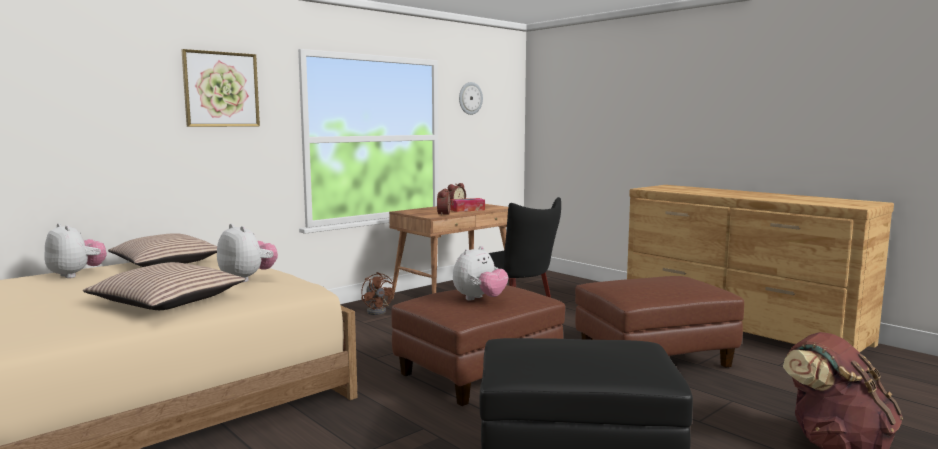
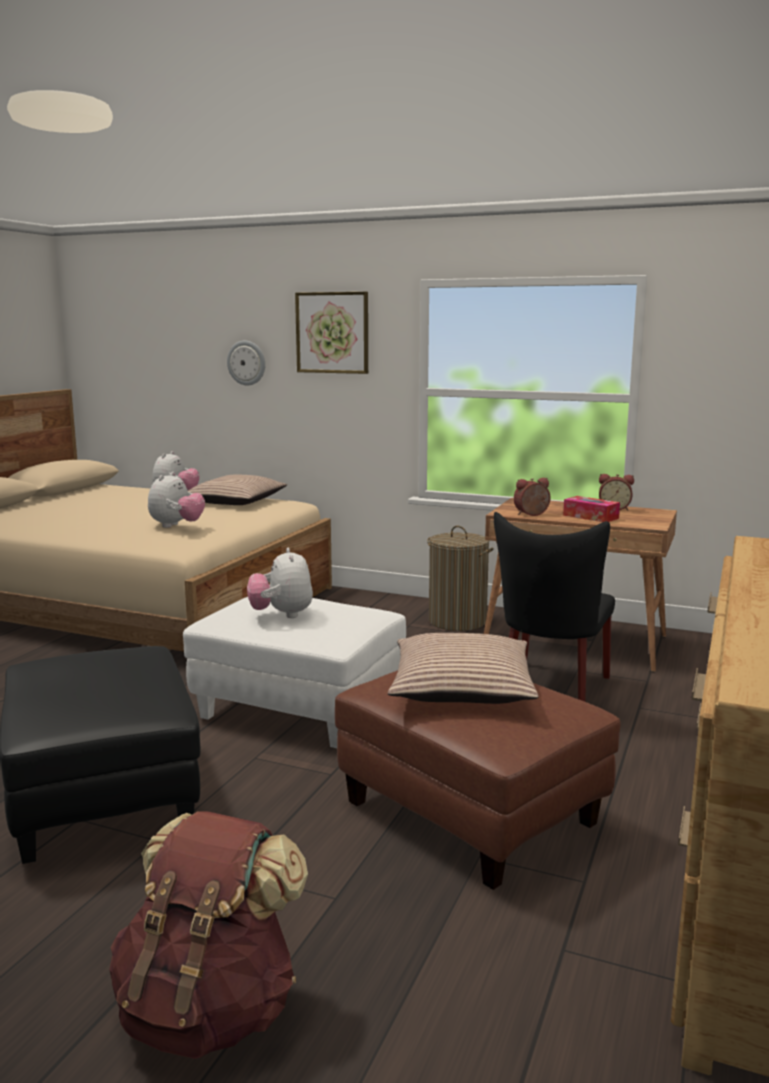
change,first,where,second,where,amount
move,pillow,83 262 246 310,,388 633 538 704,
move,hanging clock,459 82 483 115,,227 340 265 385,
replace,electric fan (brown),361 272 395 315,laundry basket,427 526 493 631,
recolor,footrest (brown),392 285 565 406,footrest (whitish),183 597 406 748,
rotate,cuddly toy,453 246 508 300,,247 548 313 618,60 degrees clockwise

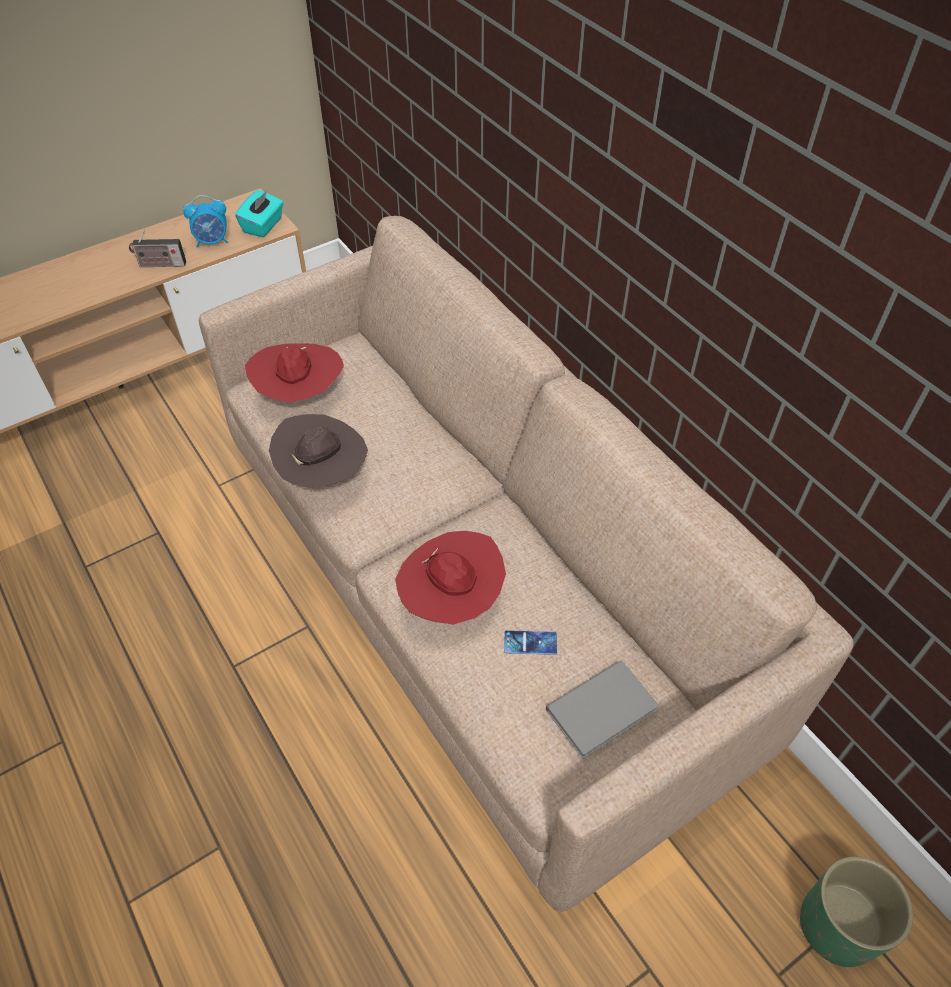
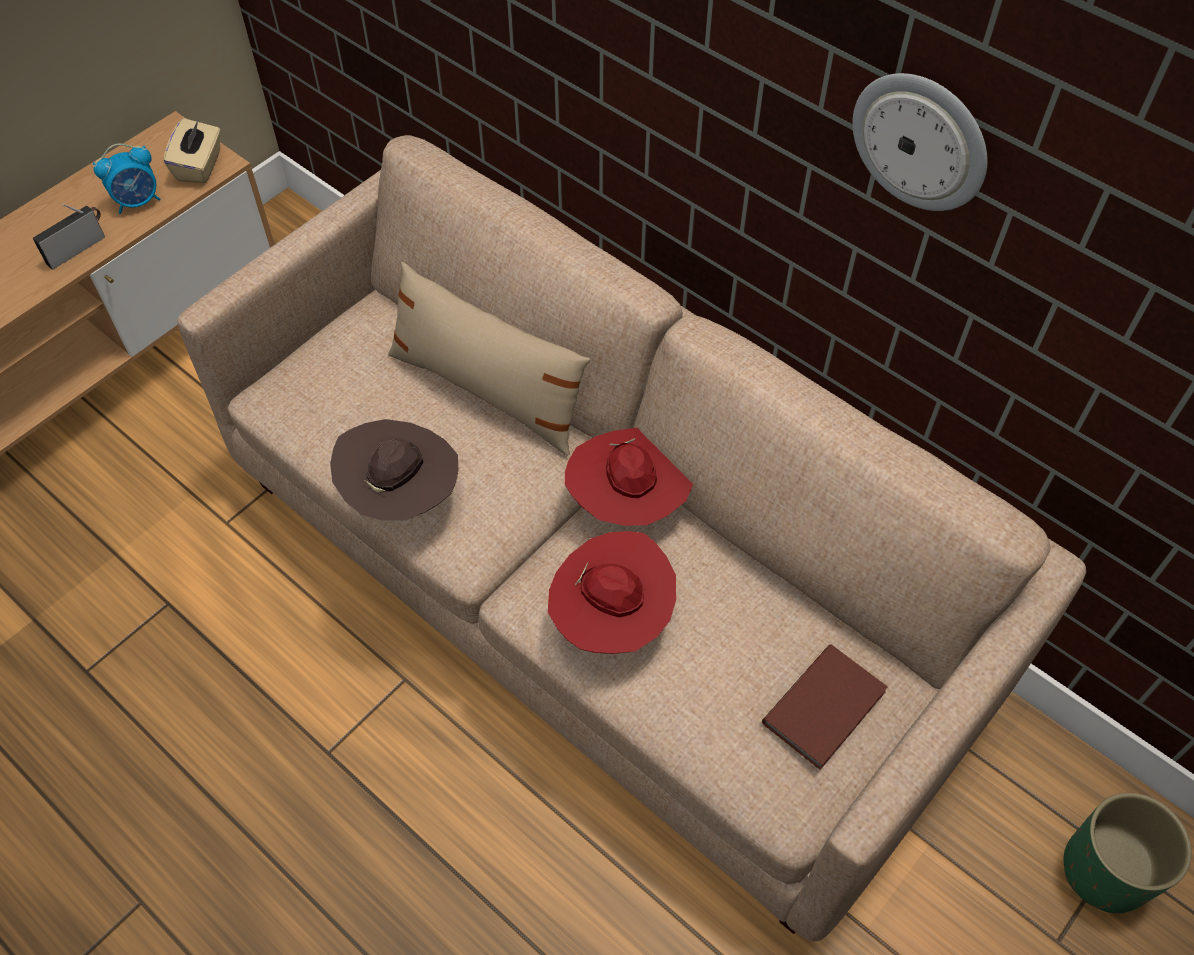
change,first,where,second,where,amount
delete,phone,504 630 557 655,,,
insert,,,pillow (sand-coloured),388 262 590 456,
insert,,,hanging clock,852 73 988 211,
move,clothing hat (reddish),245 343 344 402,,565 428 694 526,
recolor,box of tissues (turquoise),235 190 283 237,box of tissues (sand-coloured),164 118 221 183,
recolor,volume (gray),546 660 659 759,volume (brown),762 644 888 770,
rotate,radio,129 229 186 267,,33 204 105 270,150 degrees clockwise

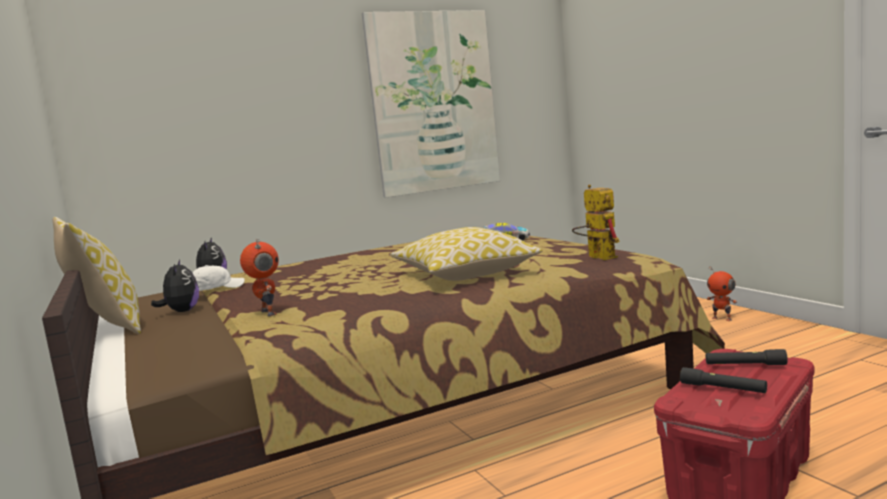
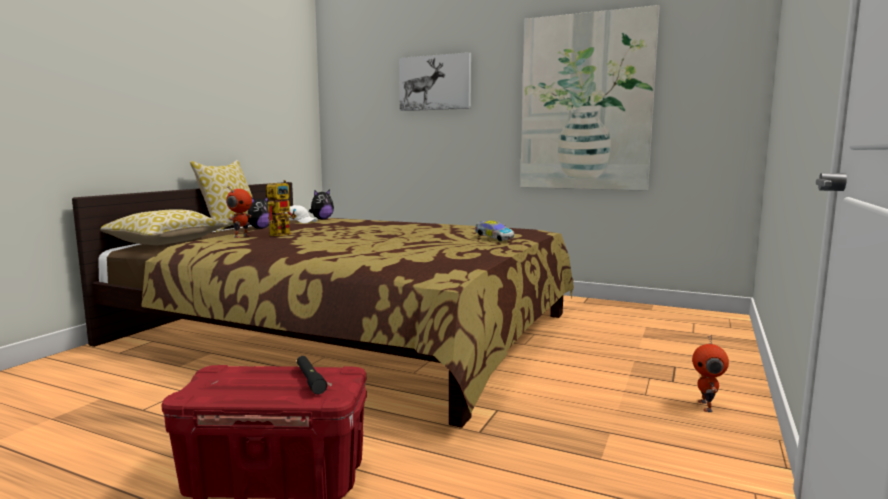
change,first,where,second,where,amount
delete,hand torch (black-coloured),680 367 767 393,,,
insert,,,wall picture,399 52 471 111,
move,pillow,390 227 543 281,,100 209 228 245,
move,model robot,572 185 620 260,,266 180 297 236,

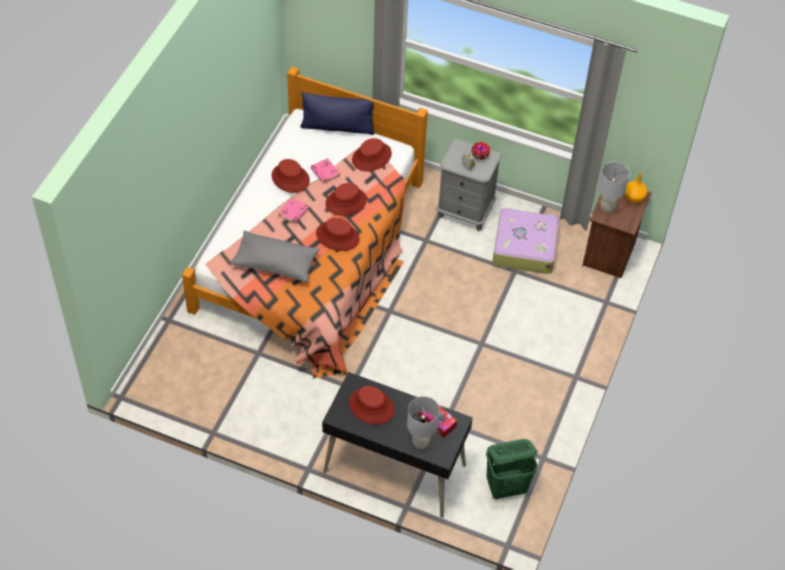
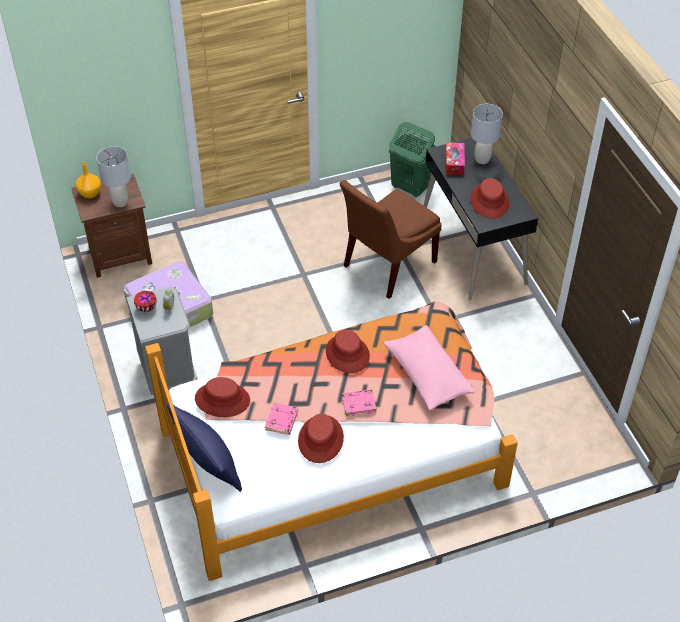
change,first,where,second,where,amount
delete,clothing hat (reddish),325 183 367 216,,,
insert,,,upright chair (brown),340 180 442 299,
recolor,pillow (gray),230 231 320 282,pillow (pink-coloured),383 325 475 410,

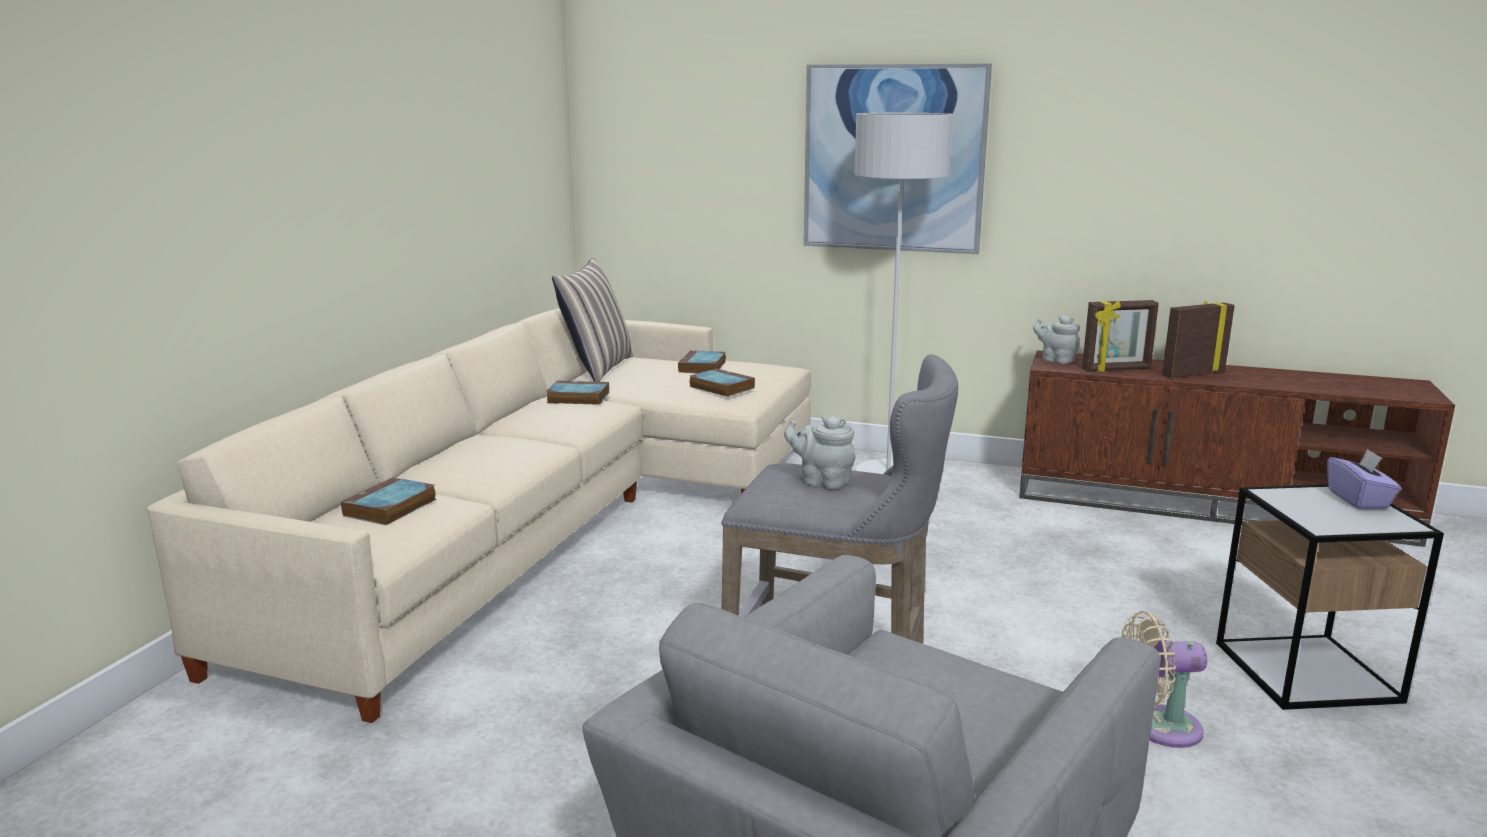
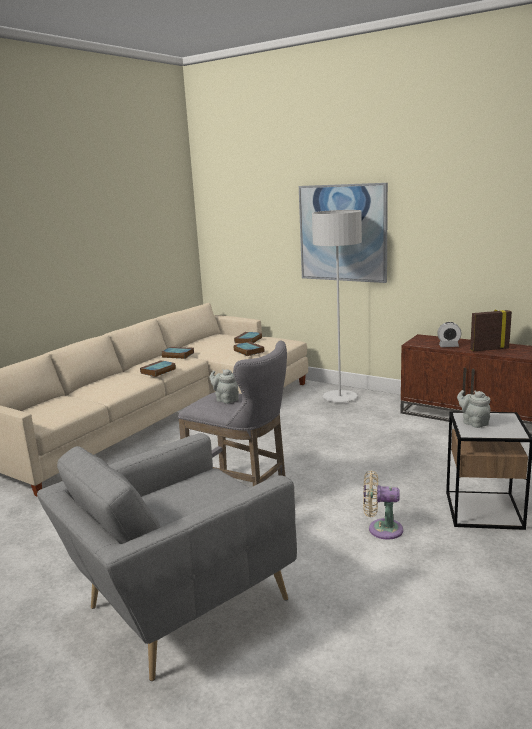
change,first,where,second,where,amount
delete,pillow,552 258 633 382,,,
delete,box of tissues (purplish),1327 449 1401 509,,,
move,volume,341 477 436 525,,140 360 176 377,
move,pot for tea (gray),1033 316 1080 364,,457 390 491 428,
replace,standing frame,1082 300 1159 372,bedside clock,437 322 462 347,

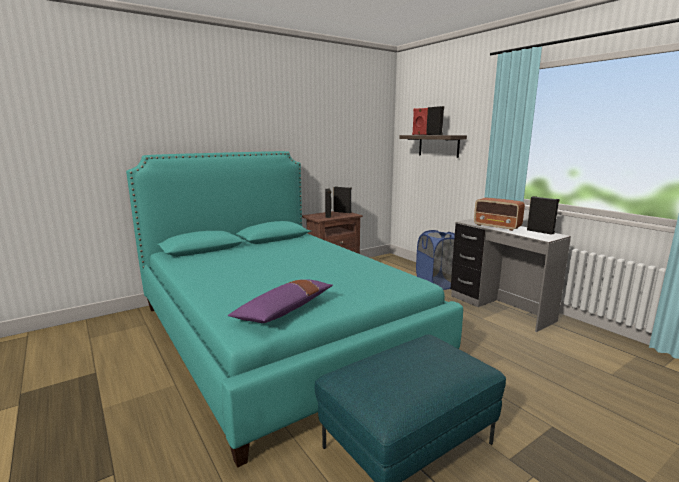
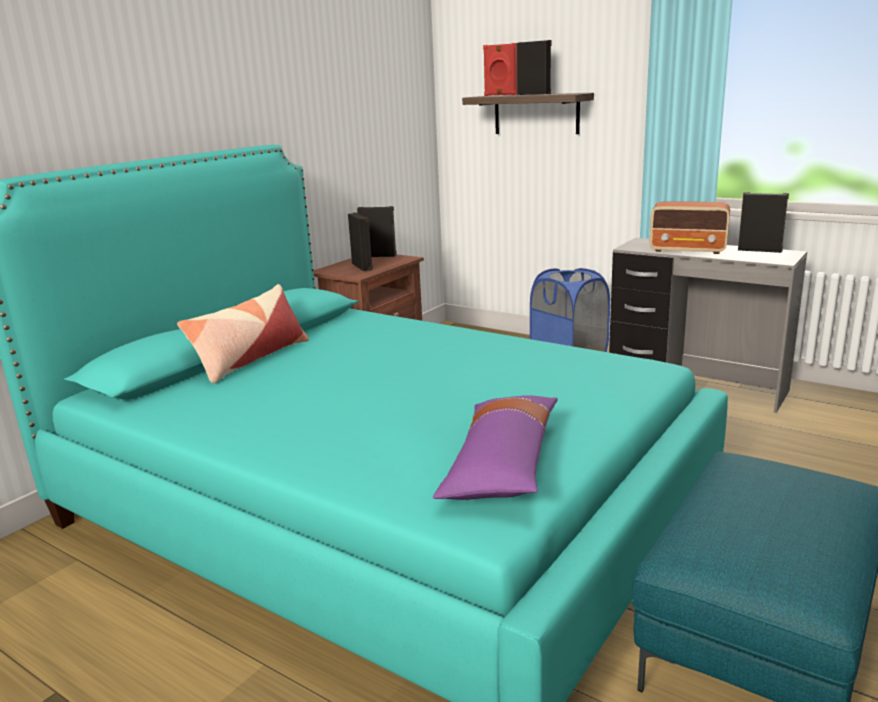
change,first,where,second,where,amount
insert,,,pillow,177 284 309 383,

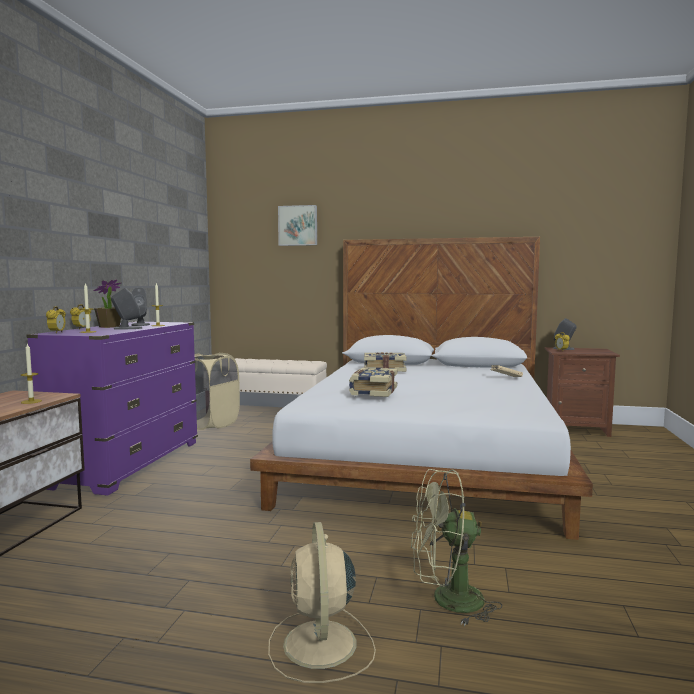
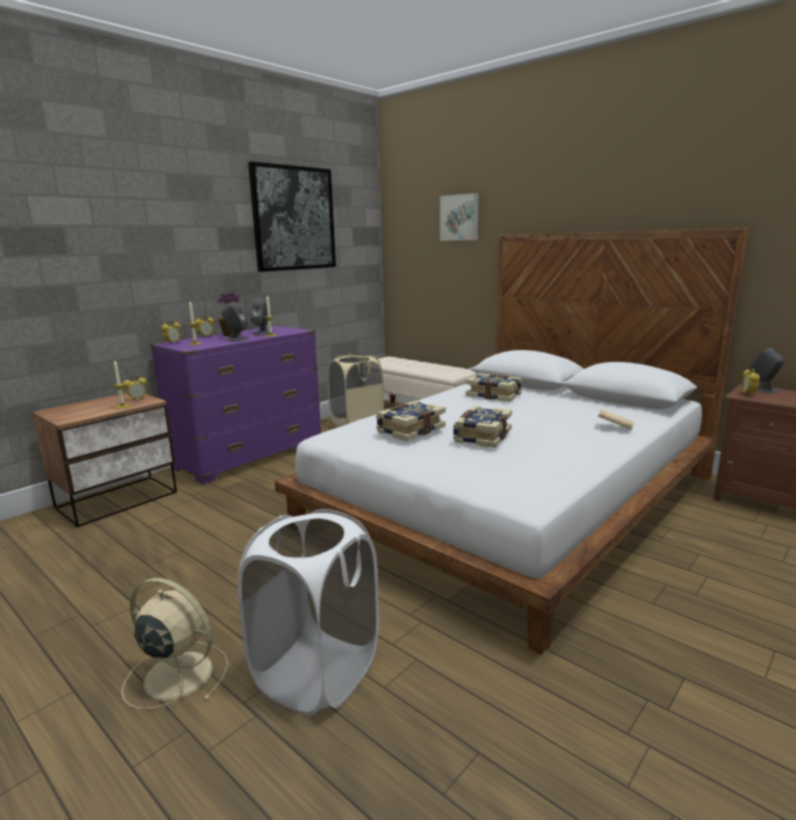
change,first,where,second,where,amount
insert,,,bedside clock,123 376 147 401,
insert,,,wall picture,248 161 336 272,
insert,,,volume,453 406 512 448,
replace,electric fan (green),411 469 503 626,laundry basket (whitish),238 509 379 715,
rotate,electric fan (sand-coloured),268 522 376 683,,122 578 228 709,90 degrees clockwise

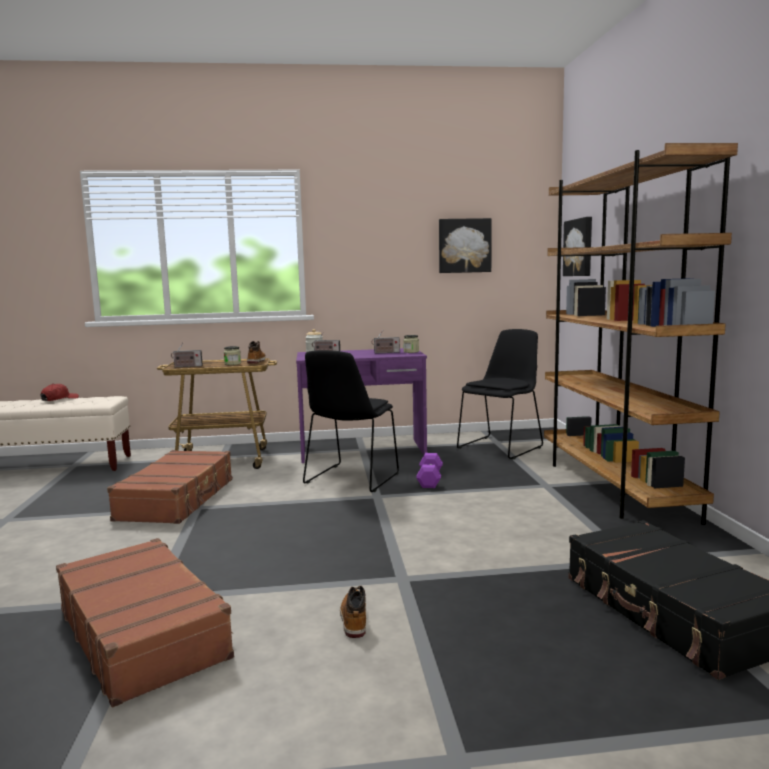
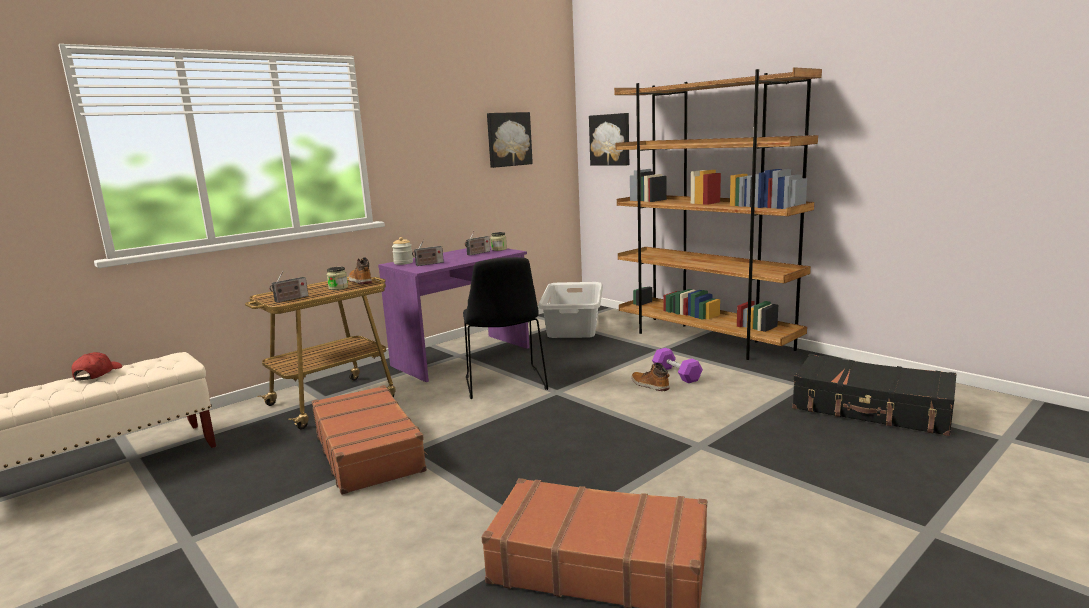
change,first,where,second,where,amount
move,high-top boot,340 586 366 638,,632 363 670 391,
move,free weight (purplish),416 453 443 488,,652 348 703 383,
replace,upright chair (black-coloured),457 329 543 459,laundry basket (gray),538 282 603 338,

